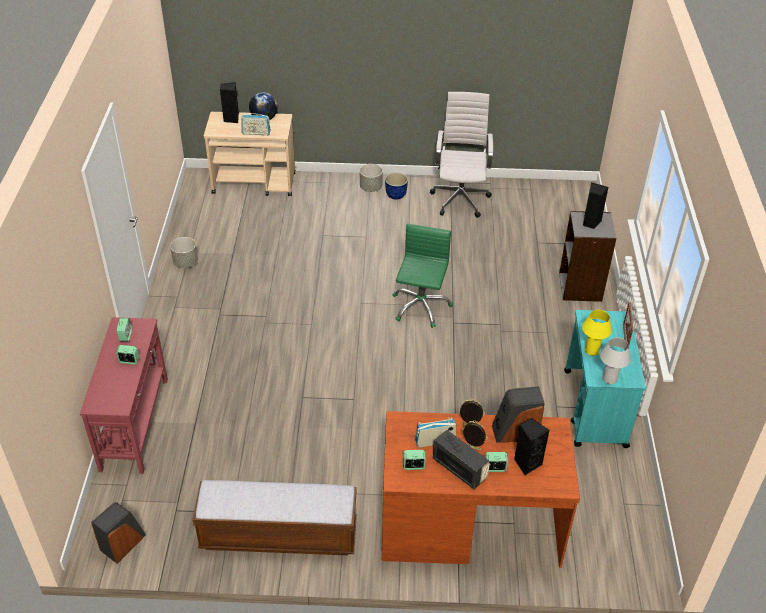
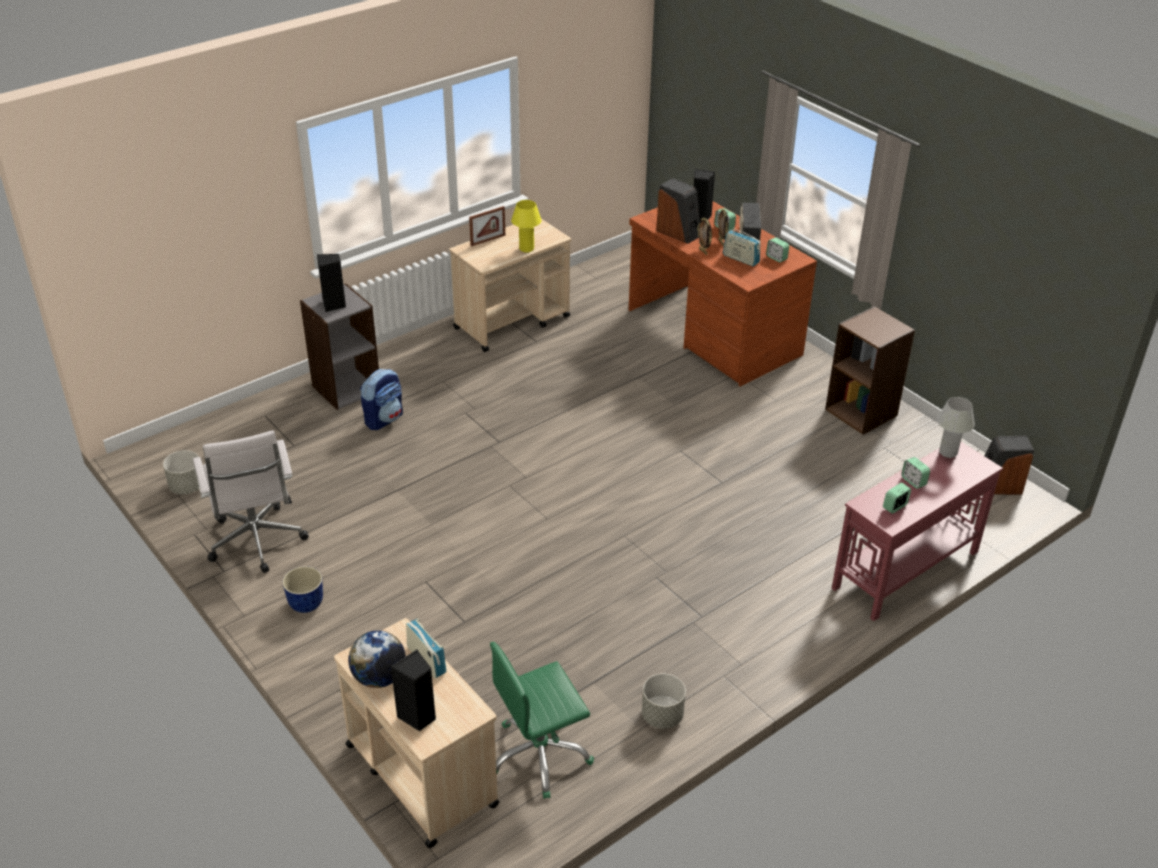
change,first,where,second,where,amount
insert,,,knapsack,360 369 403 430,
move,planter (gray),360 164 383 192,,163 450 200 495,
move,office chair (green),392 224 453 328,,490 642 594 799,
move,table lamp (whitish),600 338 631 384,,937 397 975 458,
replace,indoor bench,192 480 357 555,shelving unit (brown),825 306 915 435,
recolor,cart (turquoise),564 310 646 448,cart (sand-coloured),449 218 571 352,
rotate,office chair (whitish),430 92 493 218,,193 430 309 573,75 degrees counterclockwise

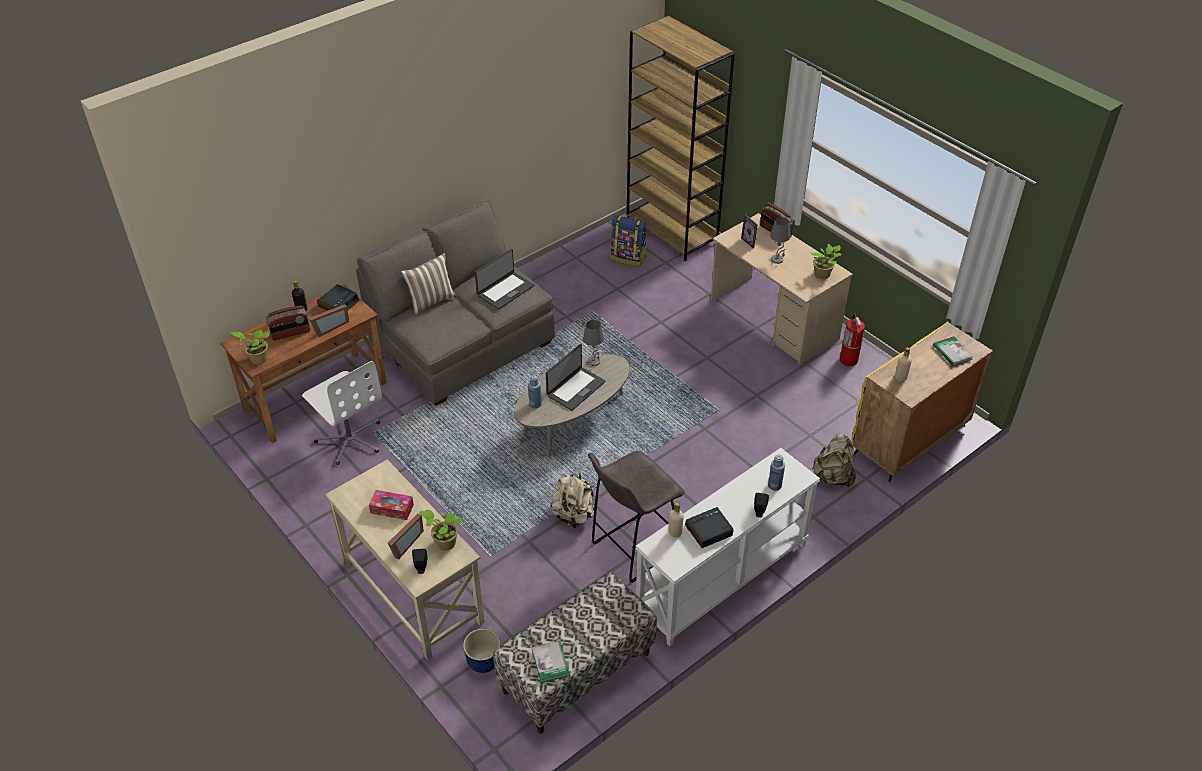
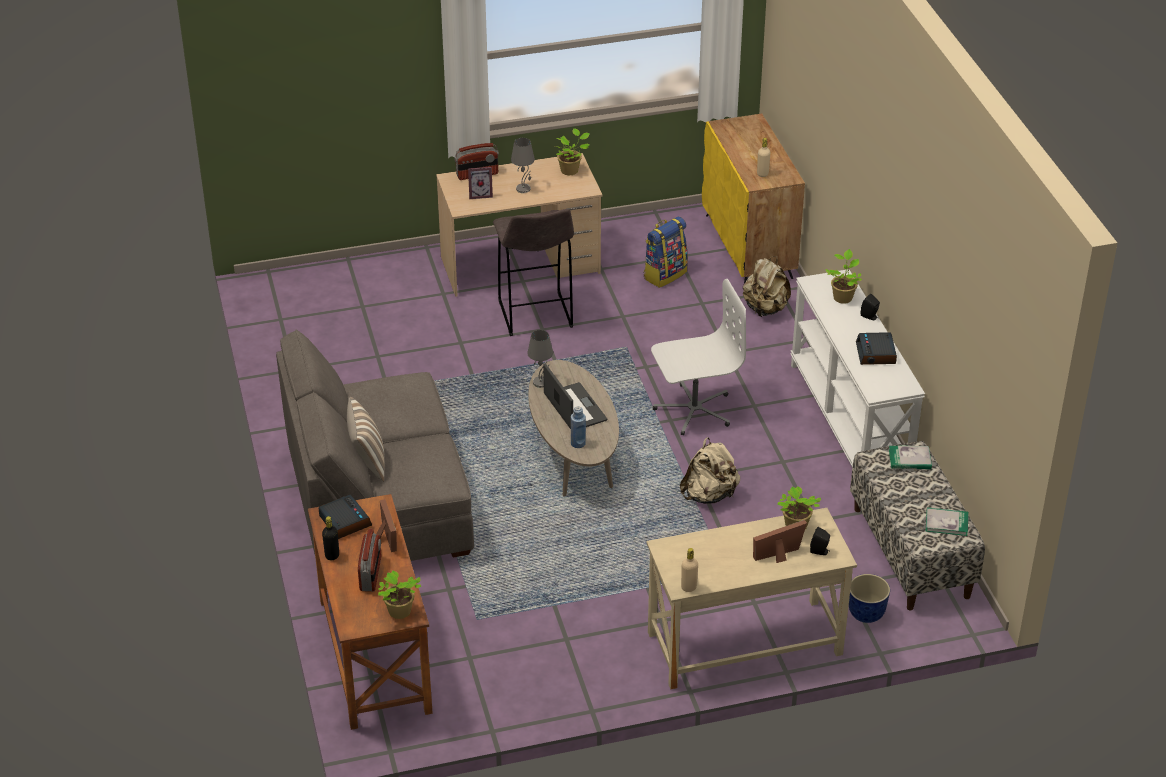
change,first,where,second,where,amount
delete,box of tissues,369 490 414 520,,,
delete,laptop,475 249 534 310,,,
delete,shelving unit (brown),627 16 735 262,,,
delete,fire-fighting cylinder,840 314 865 366,,,
move,office chair (whitish),302 361 382 465,,651 279 746 435,
move,stool seat (gray),588 451 685 583,,493 209 574 336,
move,knapsack,610 215 647 267,,644 216 688 288,
move,drink bottle (sand-coloured),669 503 684 537,,681 548 698 592,
move,volume,933 336 974 366,,889 446 932 469,
replace,drink bottle (blue-coloured),768 455 785 491,houseplant,825 249 862 304,
rotate,standing frame,388 513 424 560,,753 520 807 563,75 degrees counterclockwise

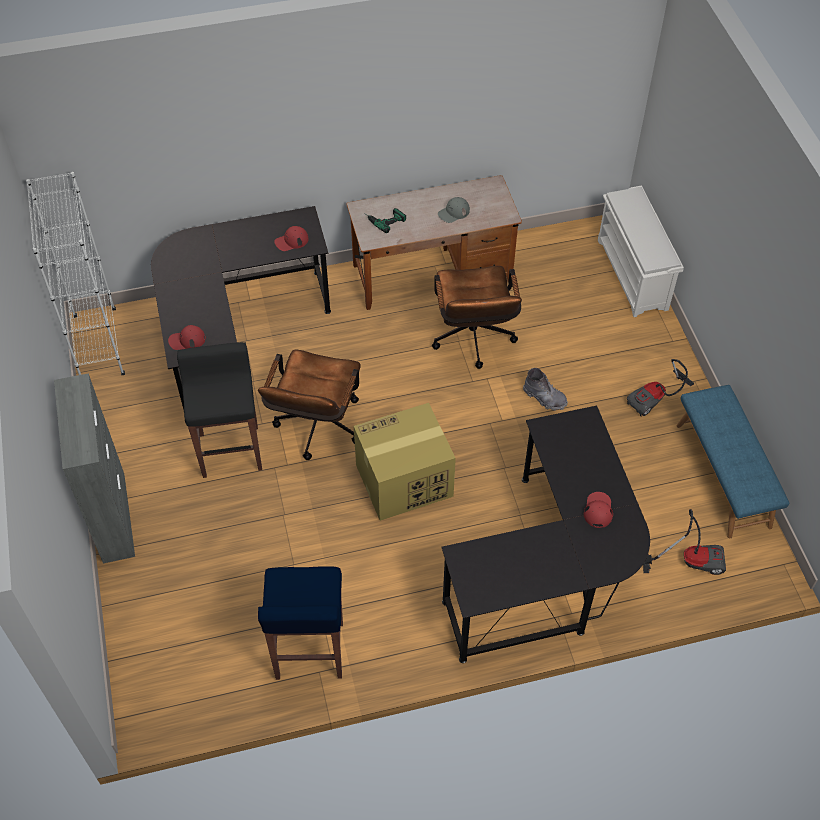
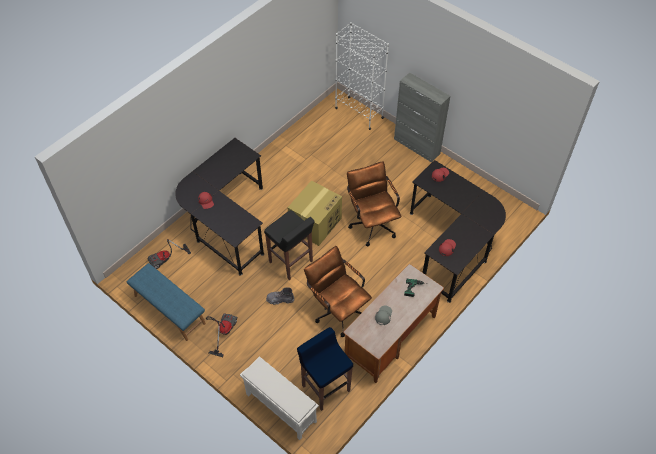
change,first,where,second,where,amount
move,shelving unit (whitish),26 172 125 375,,335 22 389 130,
move,stool seat (black-coloured),177 342 262 478,,264 210 314 280,
move,stool seat (blue-coloured),258 566 343 680,,297 327 353 411,

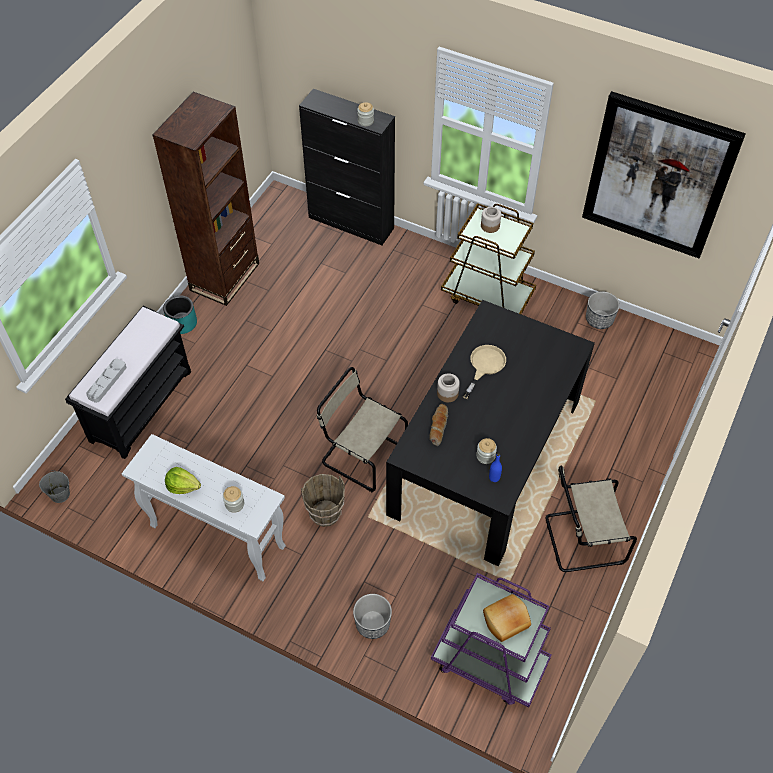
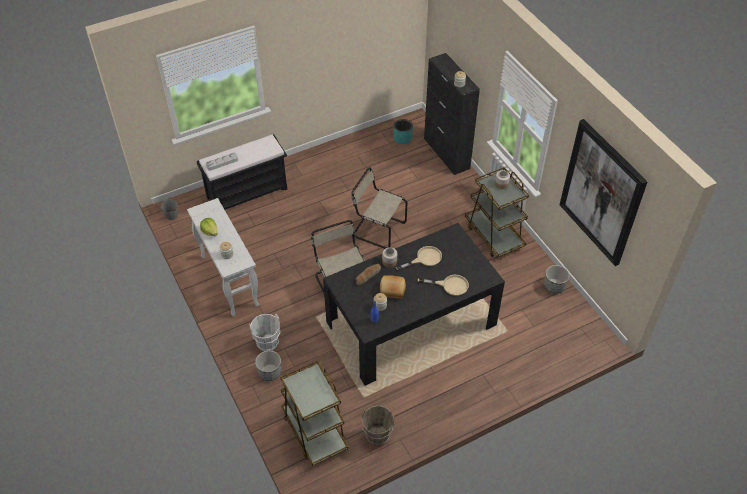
change,first,where,second,where,amount
delete,shelving unit (brown),153 92 259 306,,,
insert,,,bucket (whitish),249 314 280 351,
insert,,,frying pan (sand-coloured),418 275 469 296,
move,planter (turquoise),163 295 197 334,,393 119 413 144,
move,bucket (brown),301 474 345 527,,362 405 394 446,
move,bakery bread,483 594 531 642,,380 276 406 299,
move,upright chair (sand-coloured),545 466 637 572,,352 167 407 249,
recolor,cart (purplish),431 573 552 707,cart (brown),280 360 348 466,

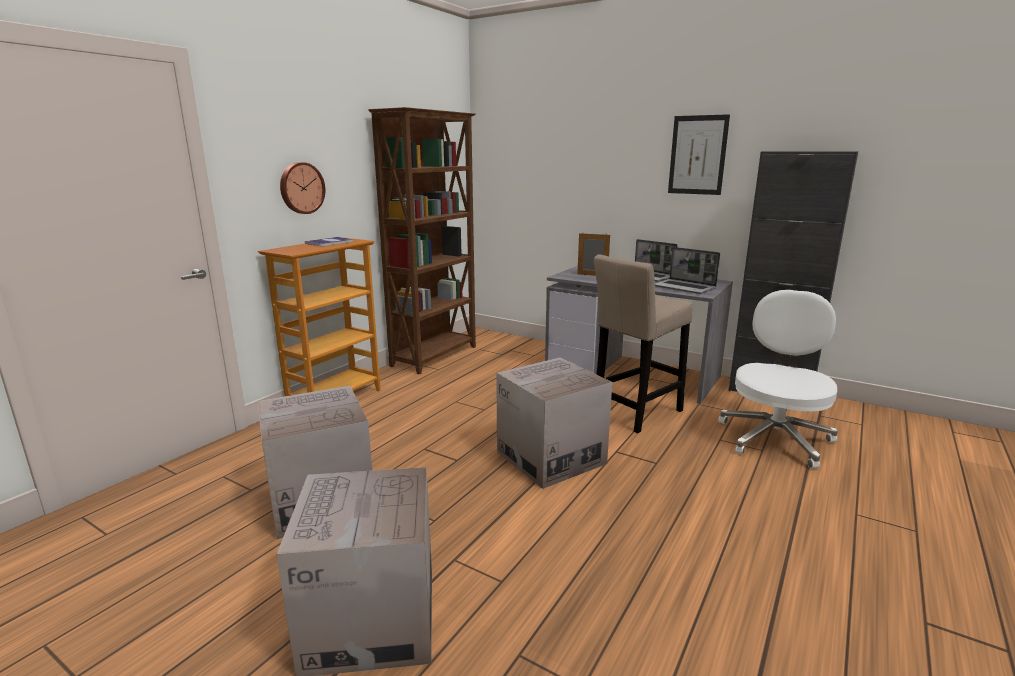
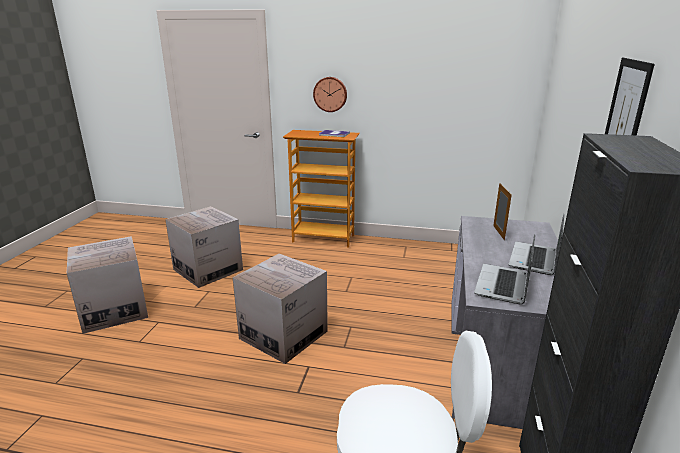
change,first,where,second,where,amount
delete,shelving unit (brown),368 107 476 374,,,
delete,stool seat (sand-coloured),594 255 693 433,,,

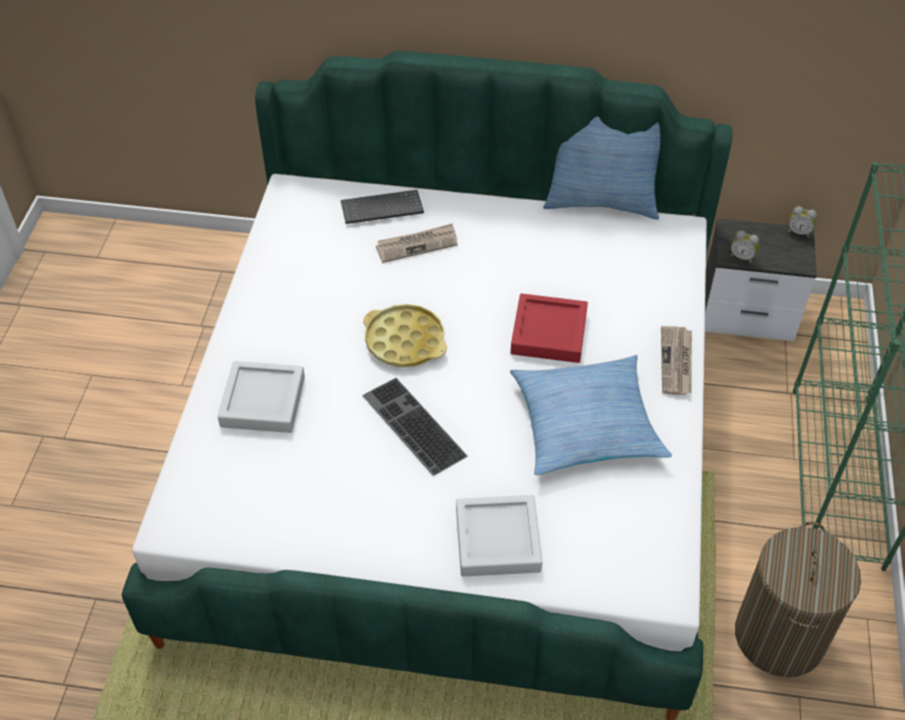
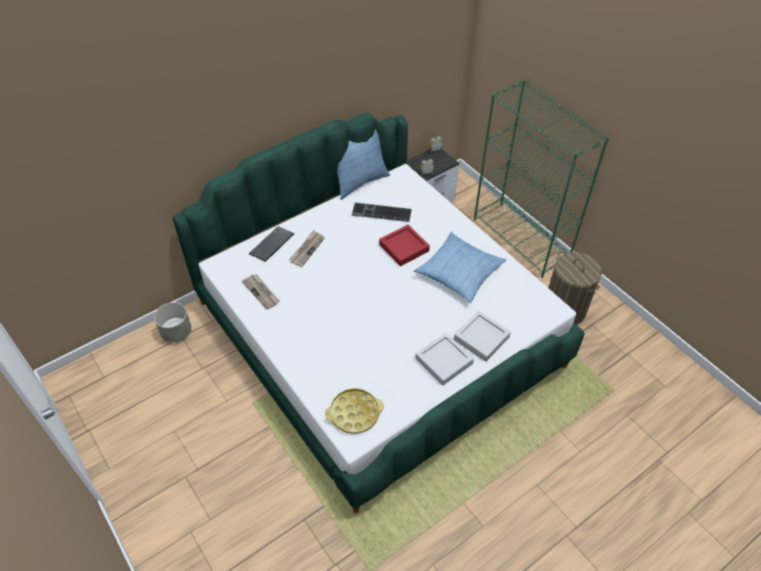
change,first,where,second,where,amount
insert,,,planter (gray),154 302 192 343,
move,carrying tray (gray),218 361 305 433,,415 333 474 386,
move,PC keyboard,362 378 467 476,,351 203 412 222,
move,carrying tray (yellowish),363 304 447 367,,325 388 384 434,
move,printed paper,661 326 692 395,,242 274 280 310,

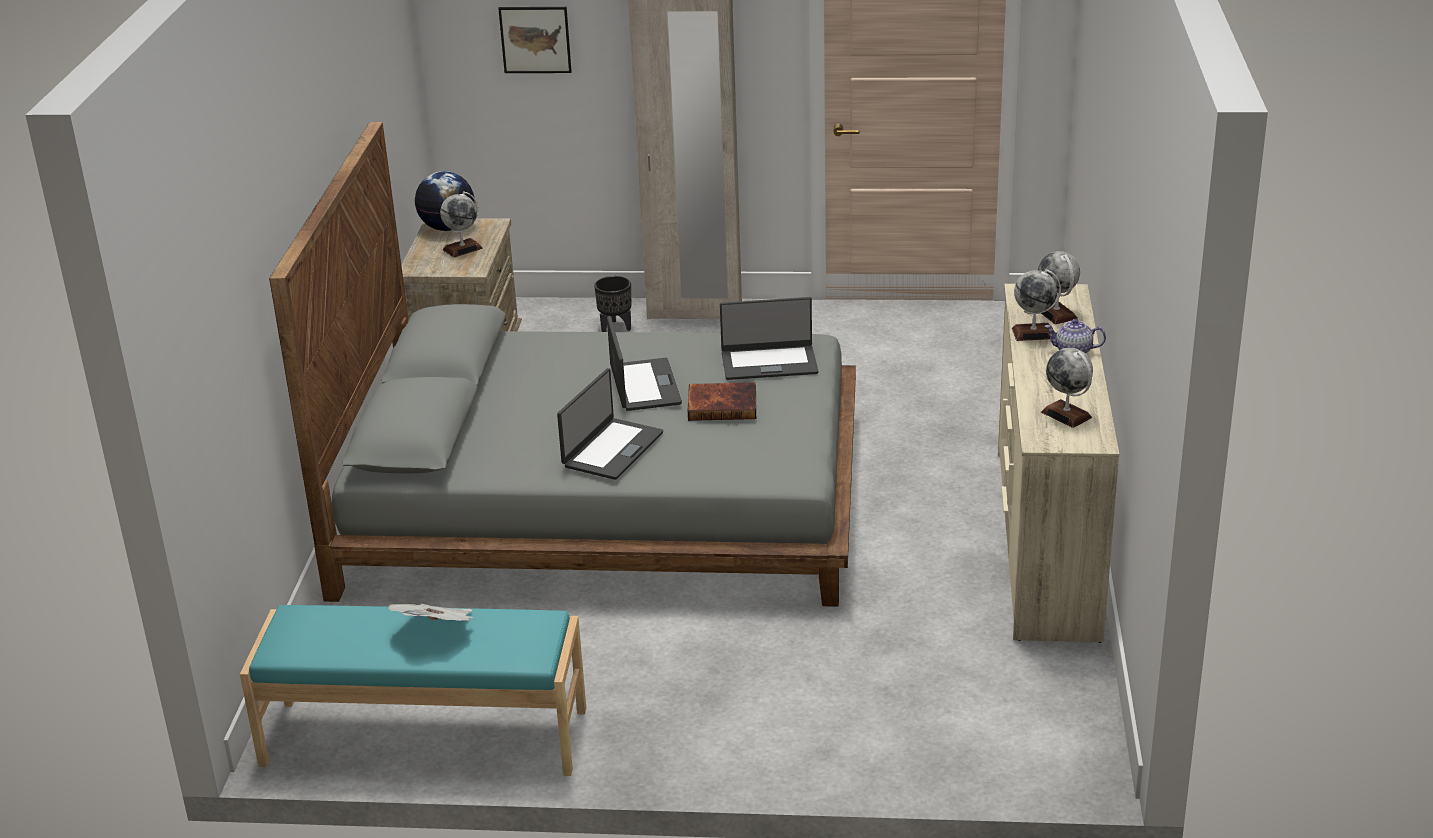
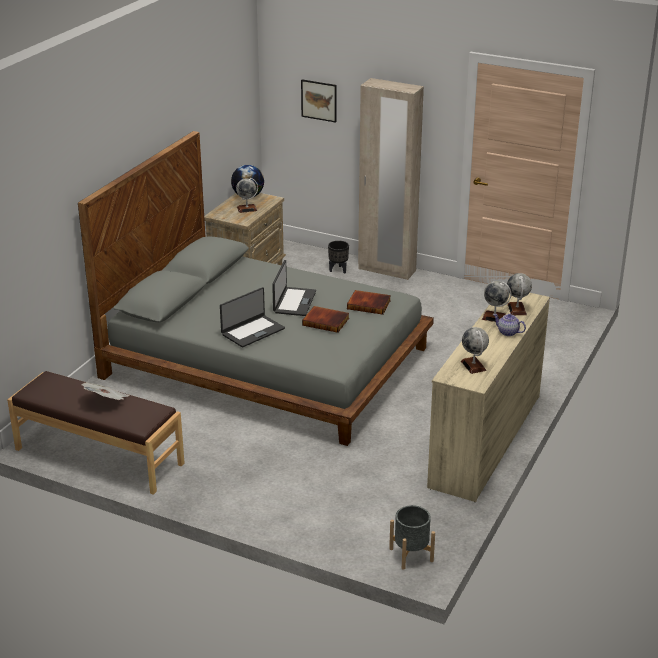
change,first,where,second,where,amount
insert,,,planter (gray),389 505 435 570,
replace,laptop,720 297 818 380,volume,347 290 391 315,
recolor,indoor bench (turquoise),240 605 586 776,indoor bench (brown),7 371 184 495,

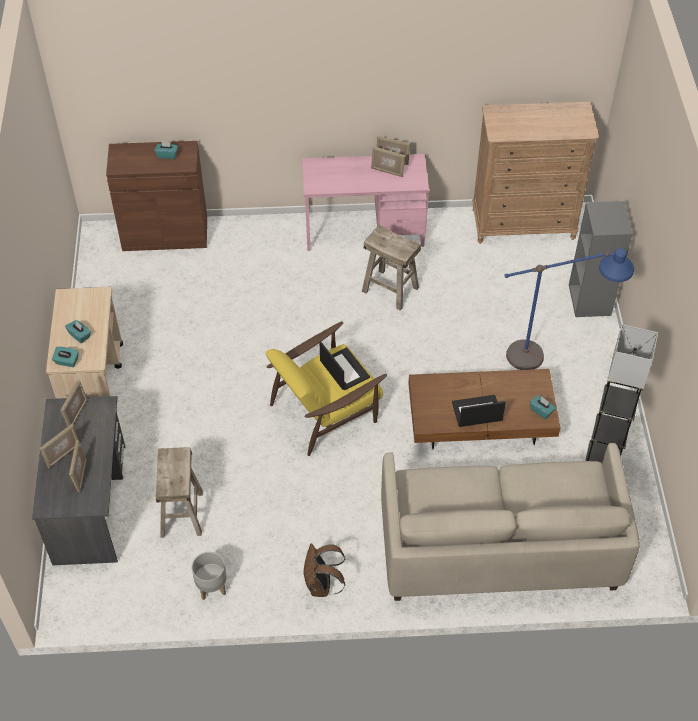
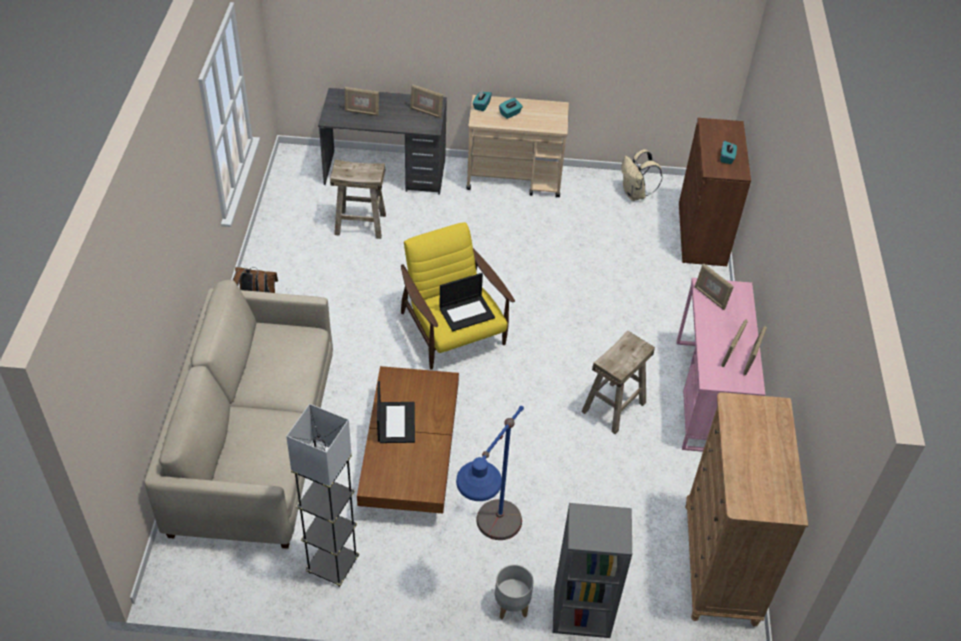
change,first,where,second,where,amount
delete,box of tissues (turquoise),530 396 556 419,,,
insert,,,knapsack (sand-coloured),621 149 663 201,
move,standing frame,40 424 80 469,,695 264 734 310,
move,planter (gray),192 552 227 600,,495 564 534 620,

